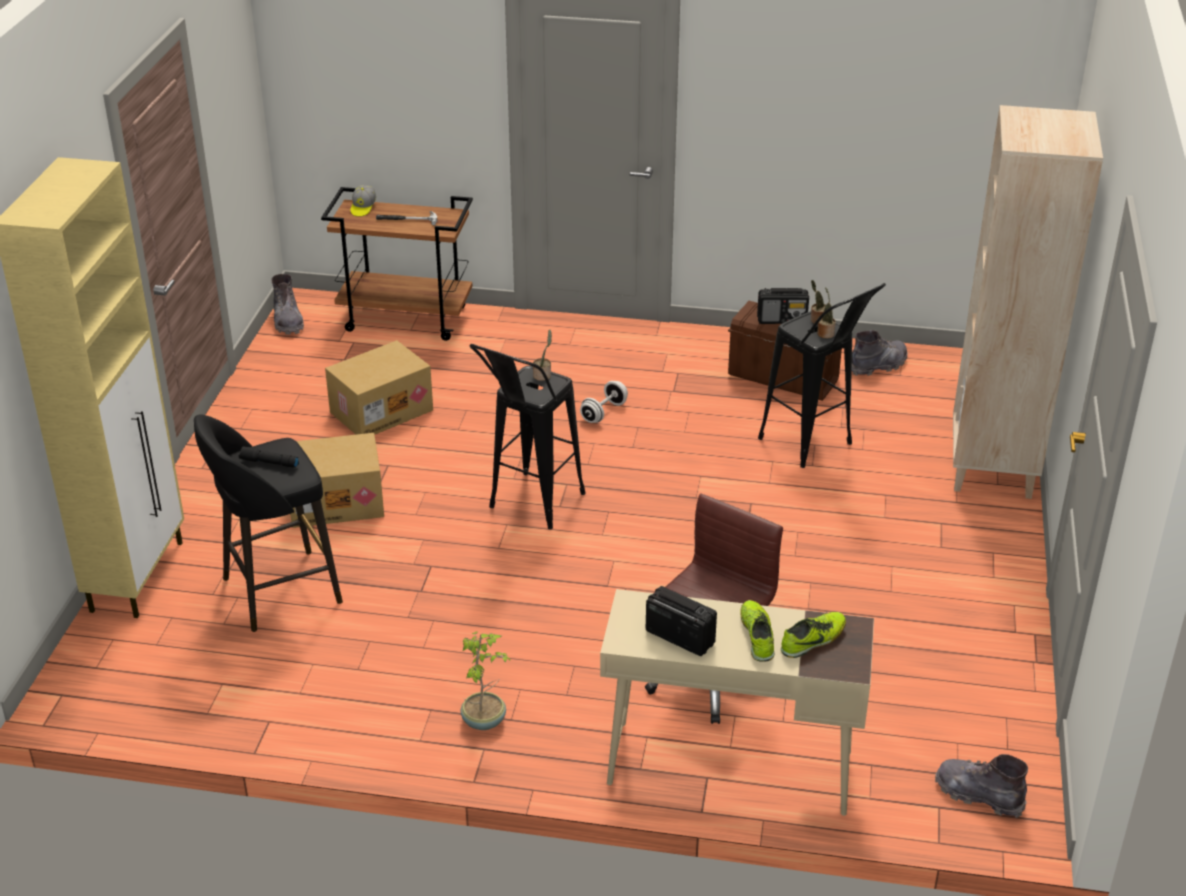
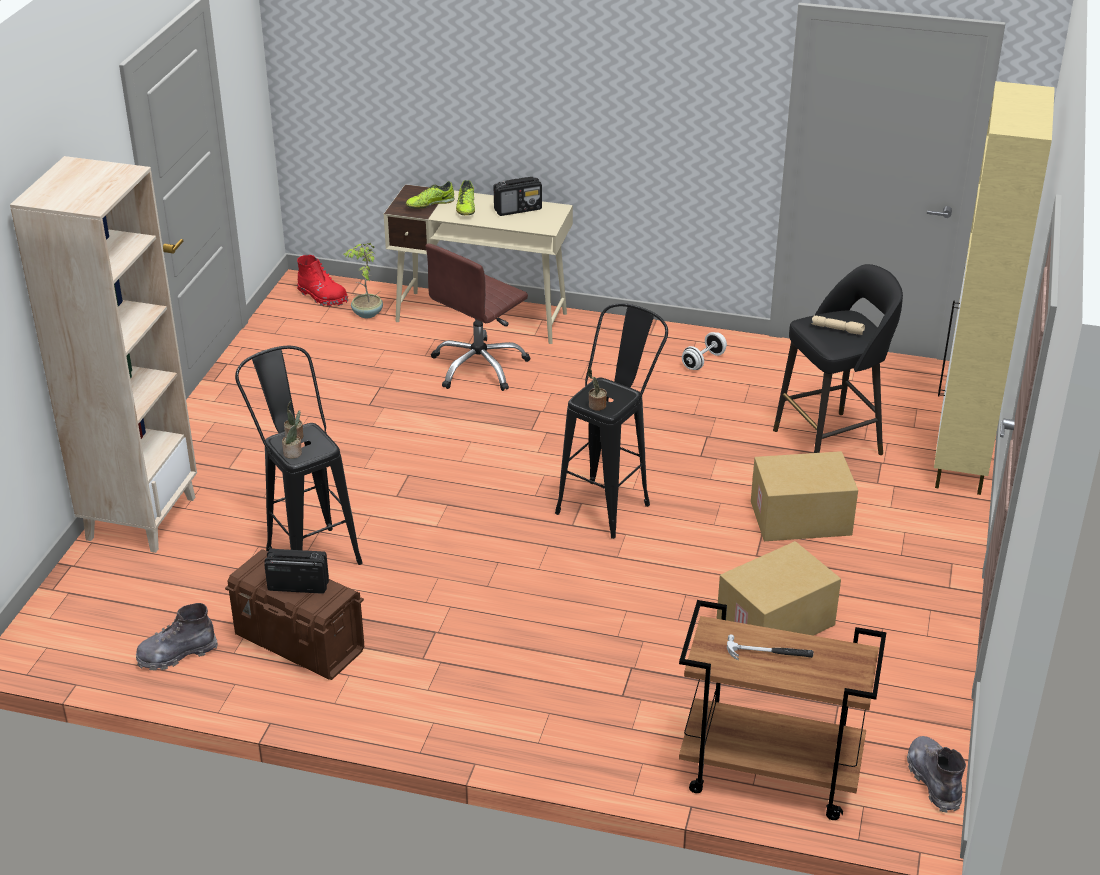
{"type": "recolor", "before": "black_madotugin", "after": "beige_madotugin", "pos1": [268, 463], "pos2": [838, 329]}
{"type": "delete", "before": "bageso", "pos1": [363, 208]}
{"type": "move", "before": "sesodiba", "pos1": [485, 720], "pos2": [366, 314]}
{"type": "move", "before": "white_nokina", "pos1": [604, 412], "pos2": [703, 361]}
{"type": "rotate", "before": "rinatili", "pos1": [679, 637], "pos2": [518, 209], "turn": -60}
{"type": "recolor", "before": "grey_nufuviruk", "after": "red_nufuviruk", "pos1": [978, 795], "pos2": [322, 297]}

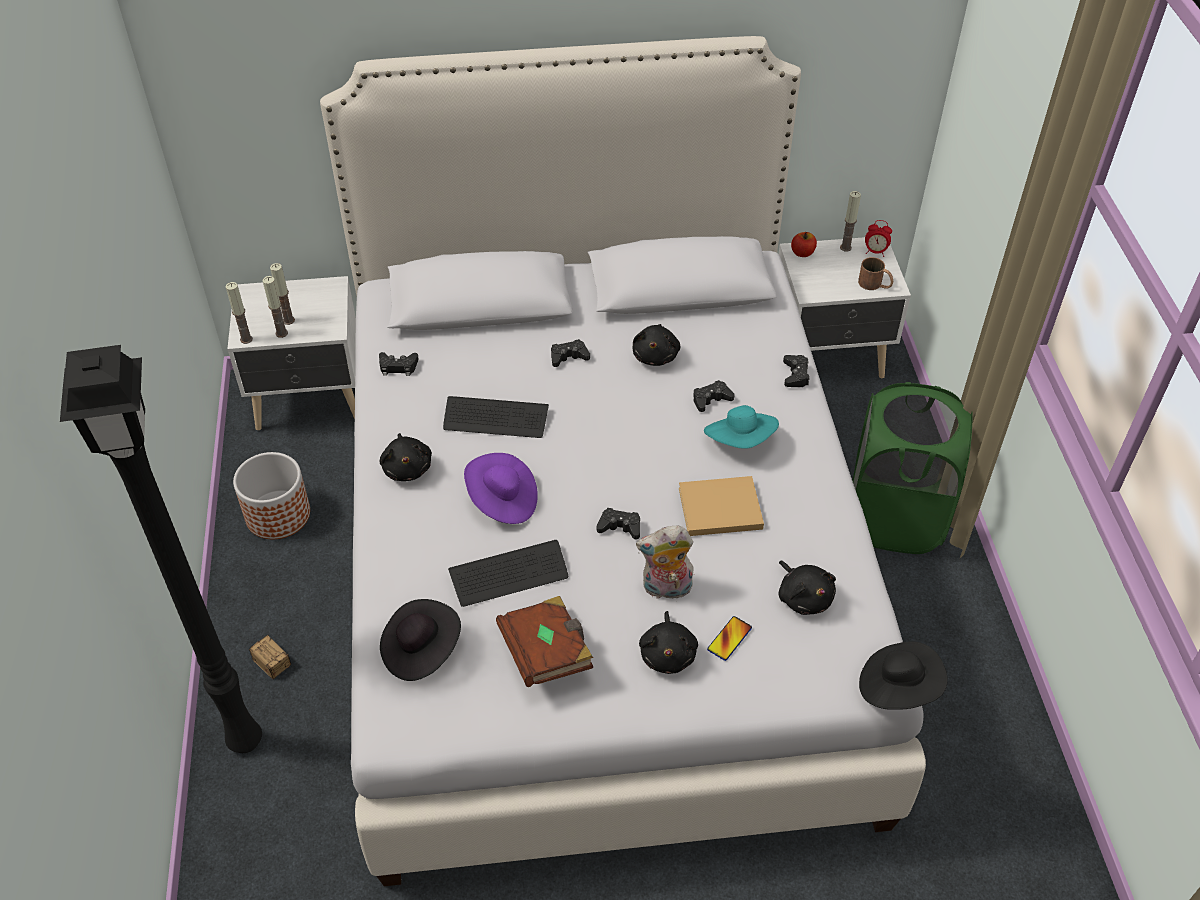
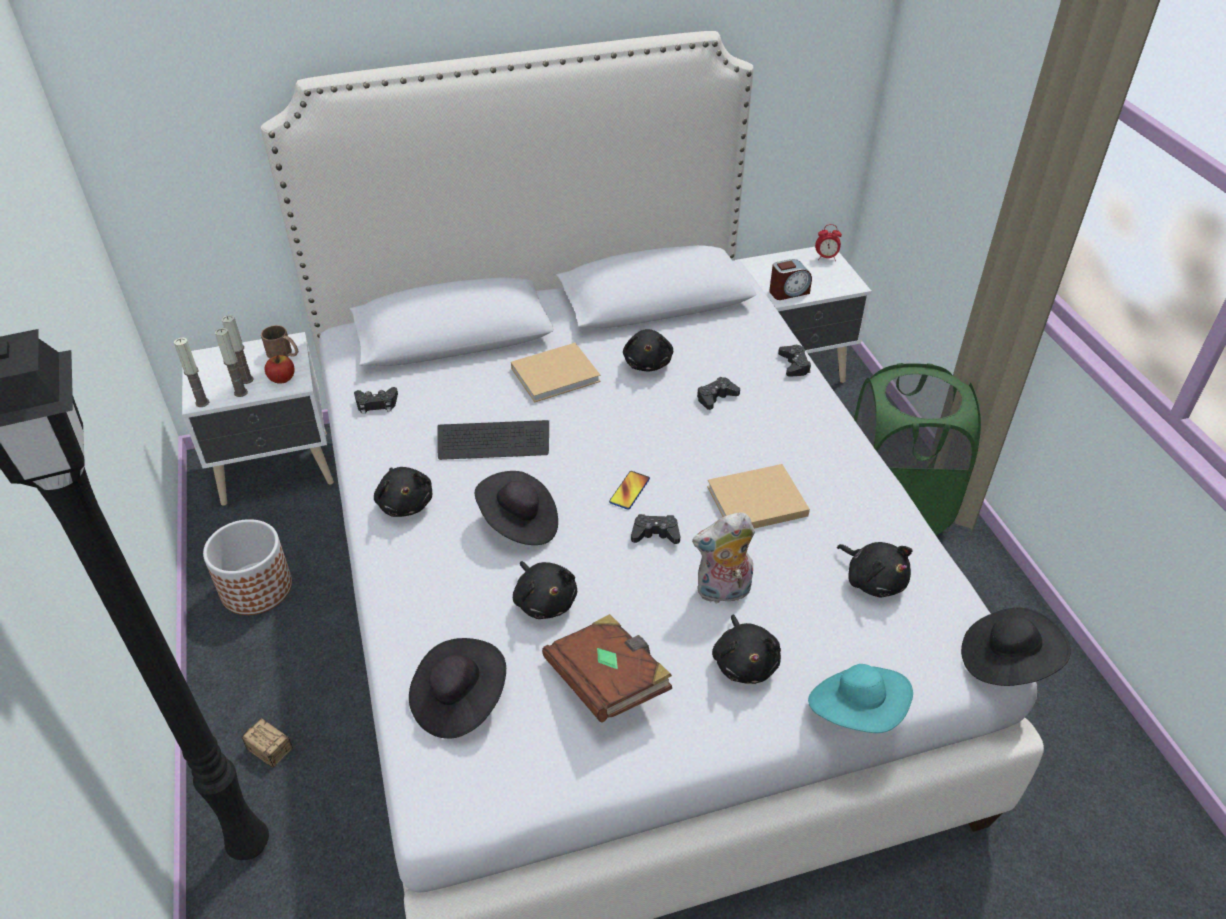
{"type": "replace", "before": "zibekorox", "after": "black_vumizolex", "pos1": [509, 575], "pos2": [545, 600]}
{"type": "recolor", "before": "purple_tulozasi", "after": "black_tulozasi", "pos1": [502, 501], "pos2": [519, 523]}
{"type": "replace", "before": "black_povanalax", "after": "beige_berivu", "pos1": [568, 357], "pos2": [558, 374]}
{"type": "move", "before": "turquoise_tulozasi", "pos1": [740, 441], "pos2": [857, 711]}
{"type": "move", "before": "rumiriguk", "pos1": [729, 639], "pos2": [629, 491]}
{"type": "move", "before": "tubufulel", "pos1": [802, 253], "pos2": [282, 379]}
{"type": "delete", "before": "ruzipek", "pos1": [845, 247]}
{"type": "move", "before": "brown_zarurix", "pos1": [875, 284], "pos2": [284, 354]}
{"type": "insert", "after": "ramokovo", "pos2": [788, 292]}

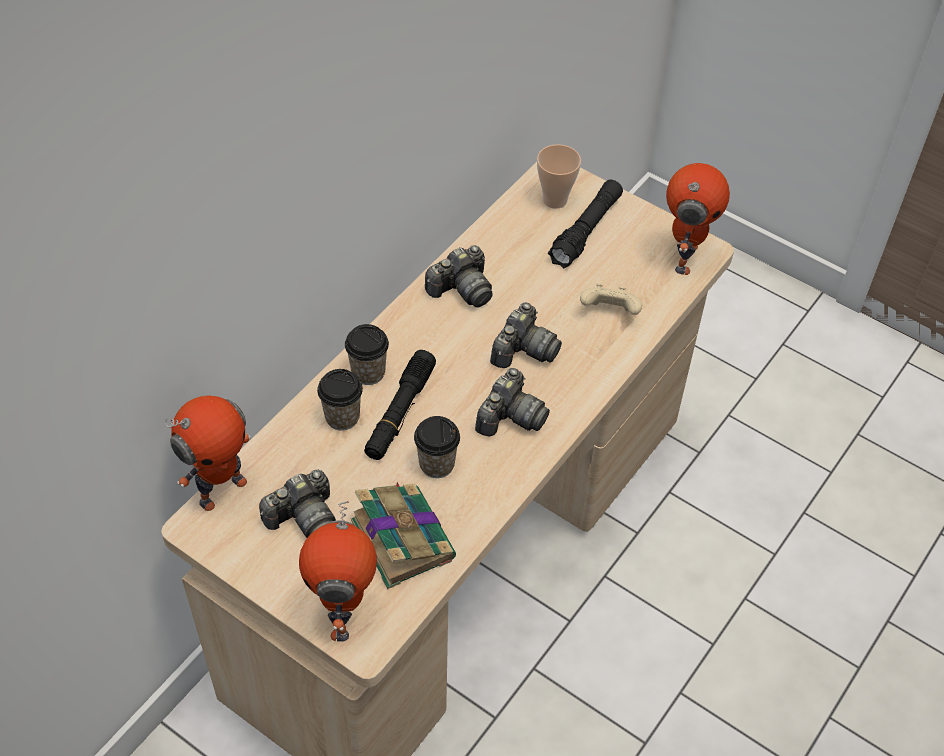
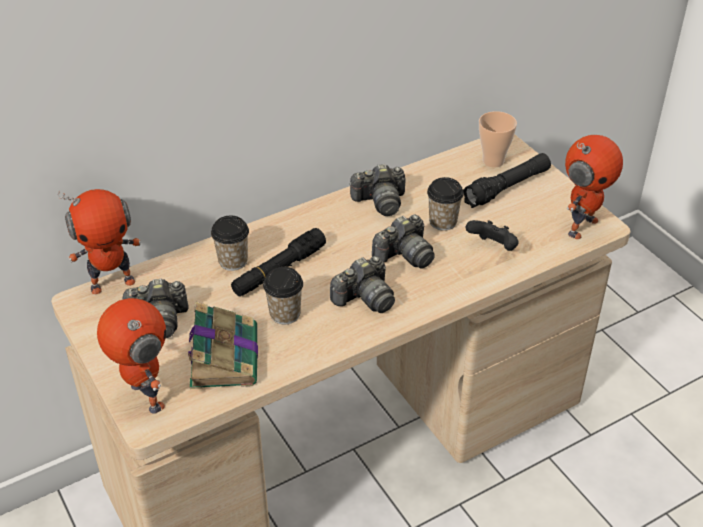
{"type": "rotate", "before": "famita", "pos1": [344, 616], "pos2": [144, 397], "turn": 120}
{"type": "move", "before": "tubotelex", "pos1": [368, 372], "pos2": [443, 222]}
{"type": "recolor", "before": "beige_povanalax", "after": "black_povanalax", "pos1": [609, 312], "pos2": [493, 248]}

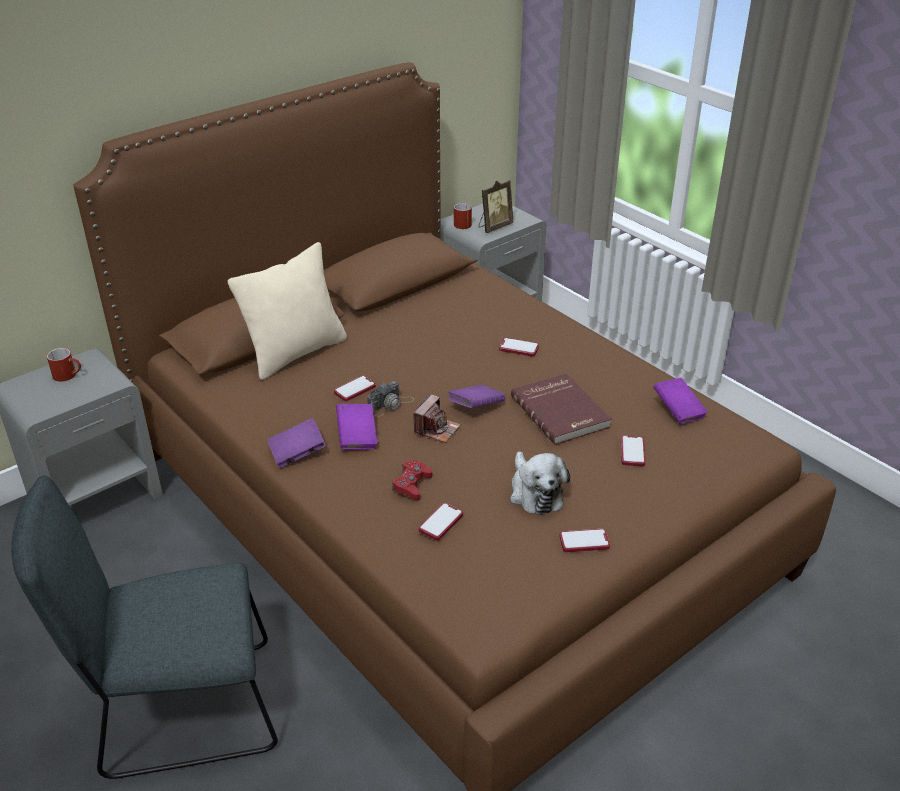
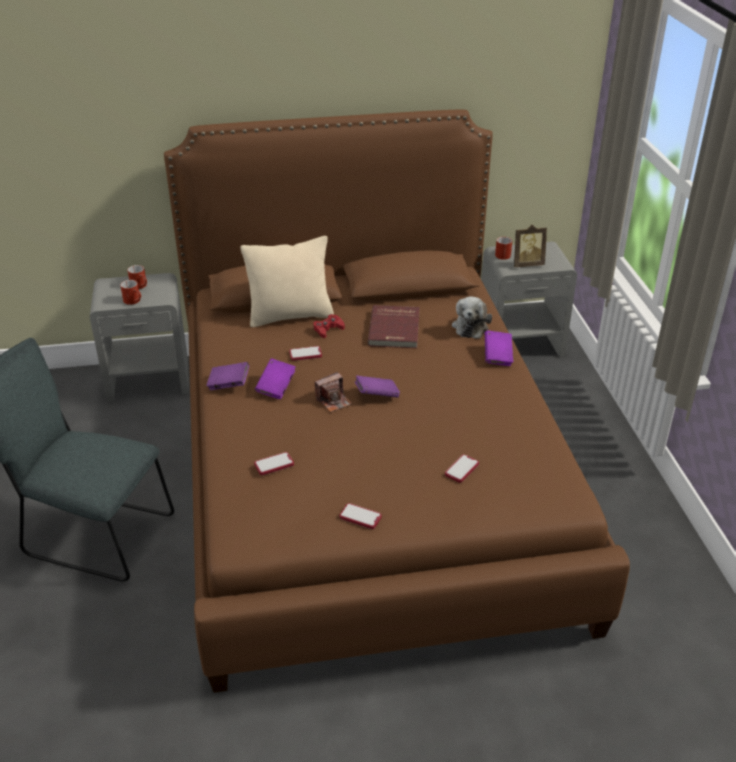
{"type": "delete", "before": "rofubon", "pos1": [390, 404]}
{"type": "move", "before": "red_povanalax", "pos1": [412, 484], "pos2": [328, 329]}
{"type": "delete", "before": "rumiriguk", "pos1": [519, 348]}
{"type": "move", "before": "vumizolex", "pos1": [535, 492], "pos2": [470, 326]}
{"type": "move", "before": "red_berivu", "pos1": [561, 411], "pos2": [395, 329]}
{"type": "move", "before": "purple_berivu", "pos1": [678, 411], "pos2": [497, 356]}
{"type": "insert", "after": "red_zarurix", "pos2": [134, 301]}

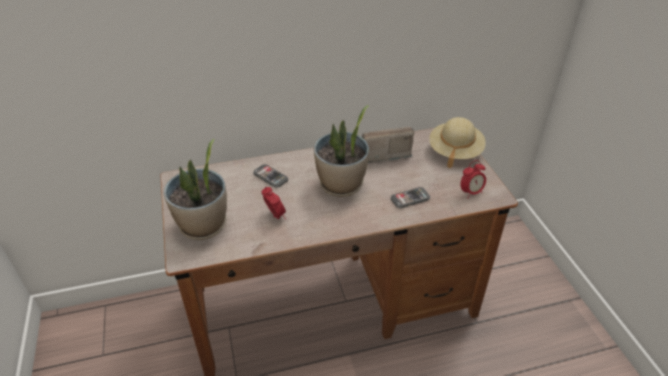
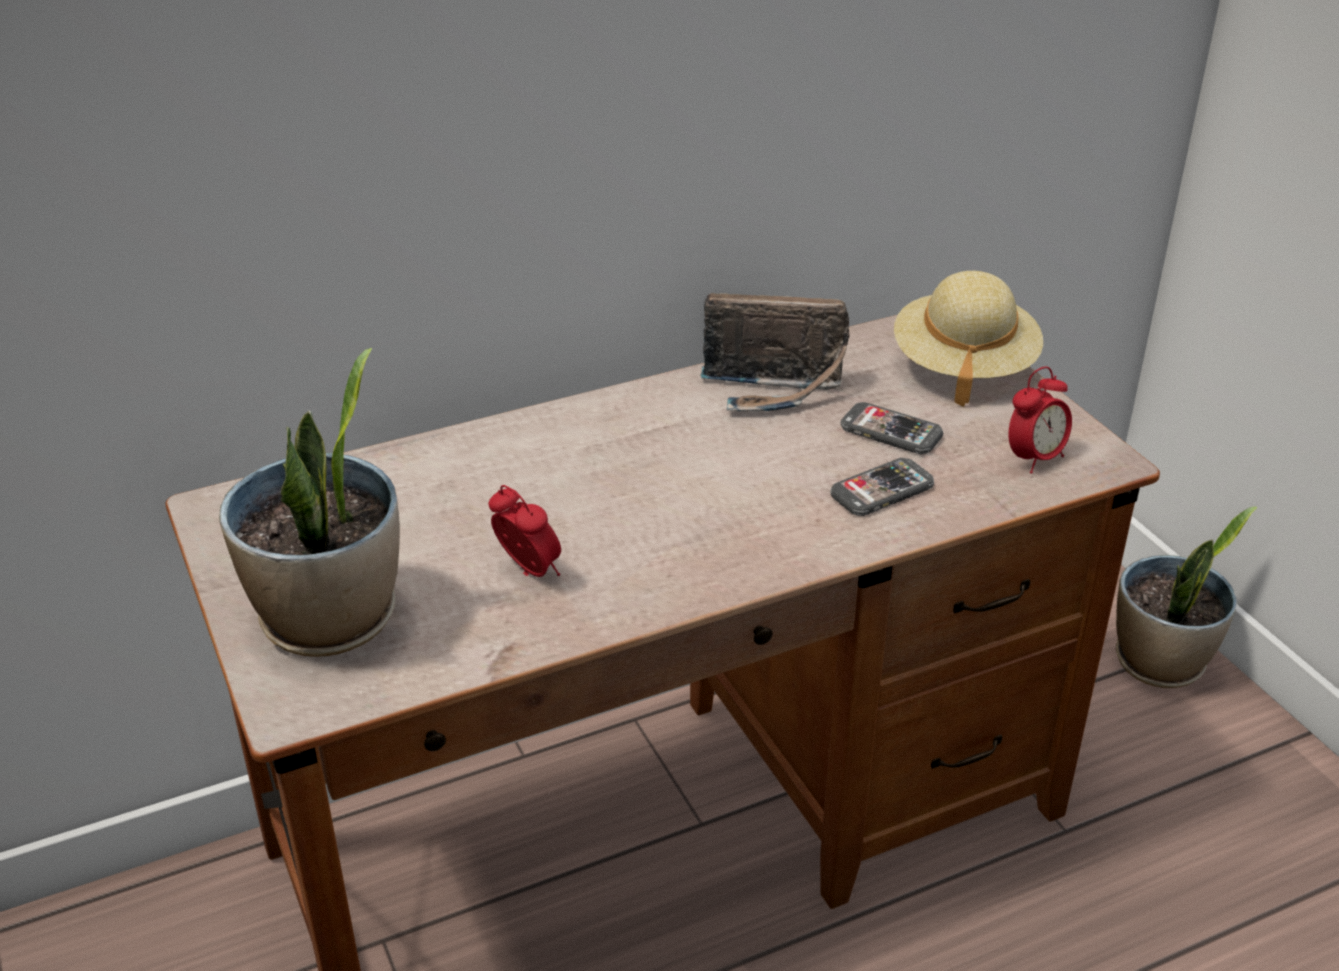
{"type": "move", "before": "rumiriguk", "pos1": [270, 177], "pos2": [891, 431]}
{"type": "move", "before": "sesodiba", "pos1": [341, 185], "pos2": [1160, 663]}
{"type": "rotate", "before": "rinatili", "pos1": [382, 154], "pos2": [774, 391], "turn": -150}

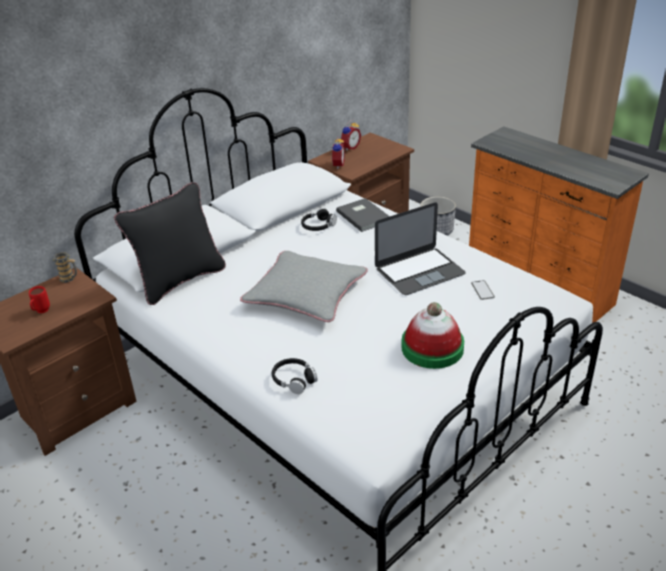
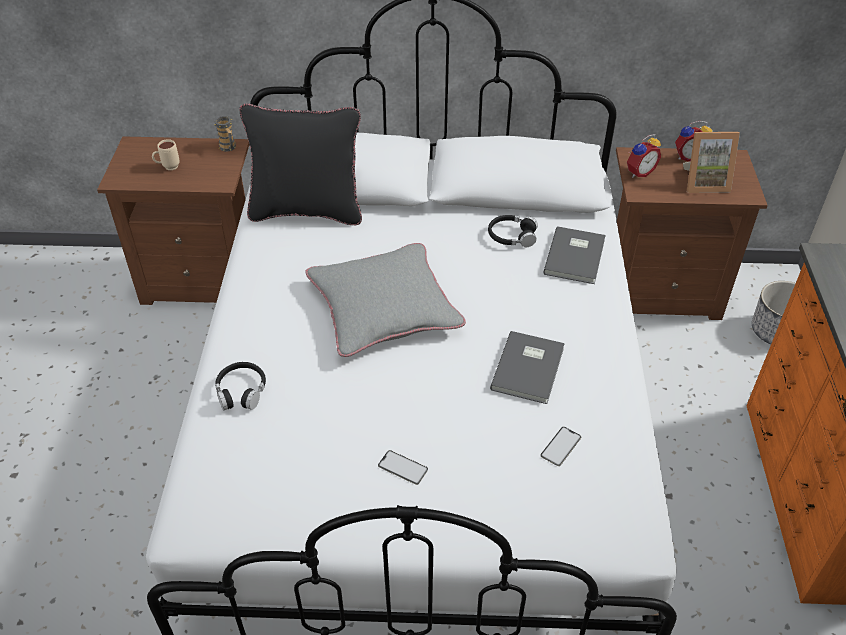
{"type": "recolor", "before": "red_zarurix", "after": "beige_zarurix", "pos1": [41, 312], "pos2": [168, 167]}
{"type": "replace", "before": "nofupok", "after": "grey_berivu", "pos1": [419, 271], "pos2": [530, 368]}
{"type": "replace", "before": "tulozasi", "after": "rumiriguk", "pos1": [432, 348], "pos2": [403, 467]}
{"type": "insert", "after": "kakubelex", "pos2": [704, 183]}

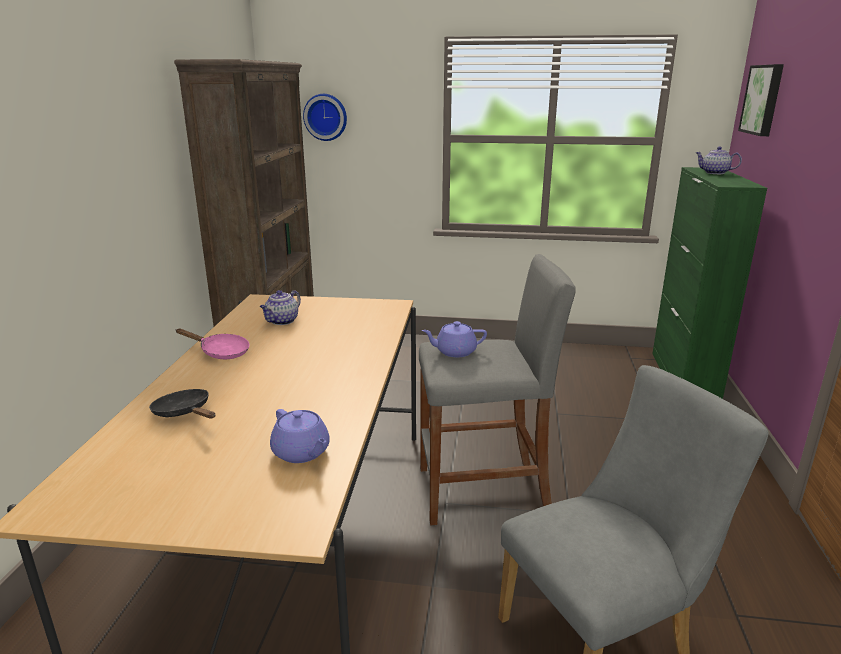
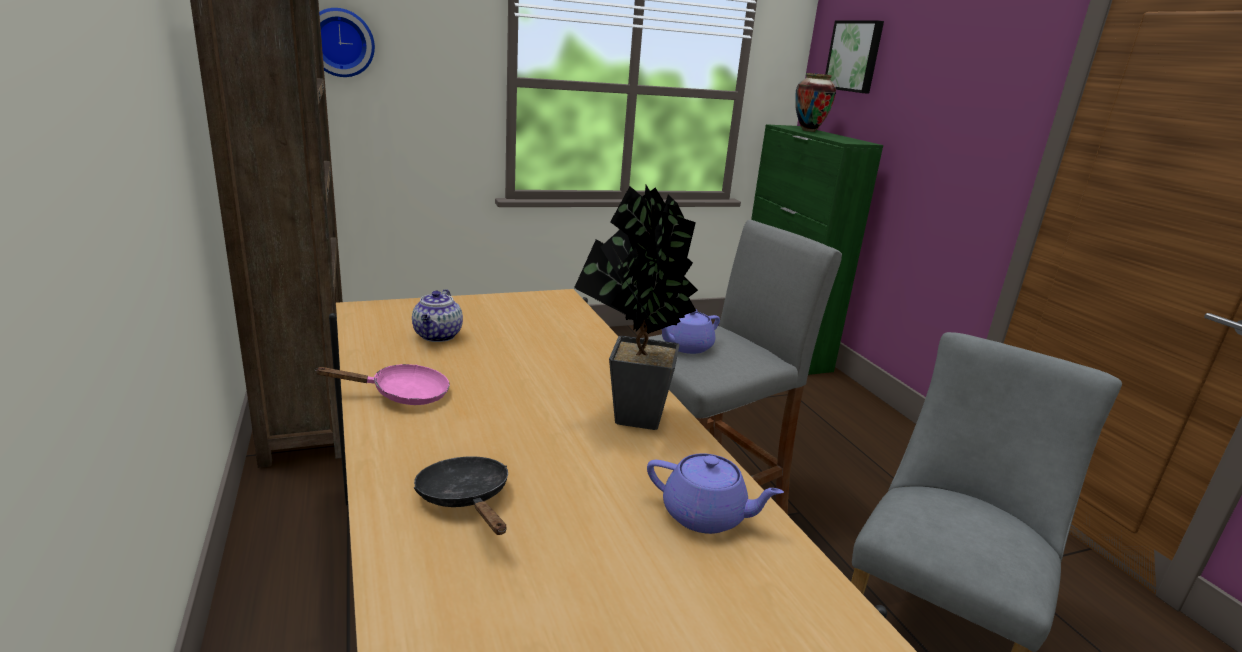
{"type": "rotate", "before": "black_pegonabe", "pos1": [184, 412], "pos2": [466, 499], "turn": 45}
{"type": "replace", "before": "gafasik", "after": "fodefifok", "pos1": [714, 173], "pos2": [808, 130]}
{"type": "insert", "after": "sesodiba", "pos2": [632, 419]}

